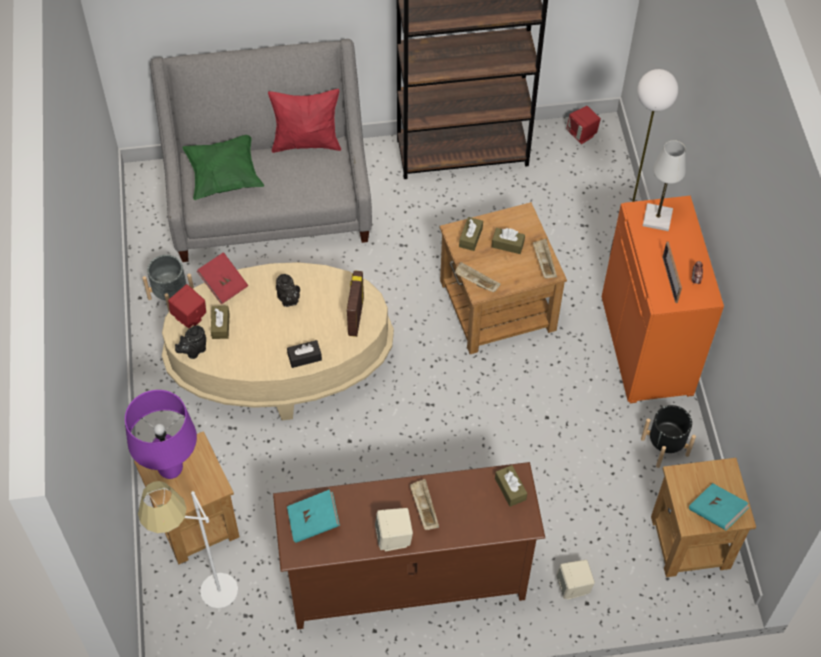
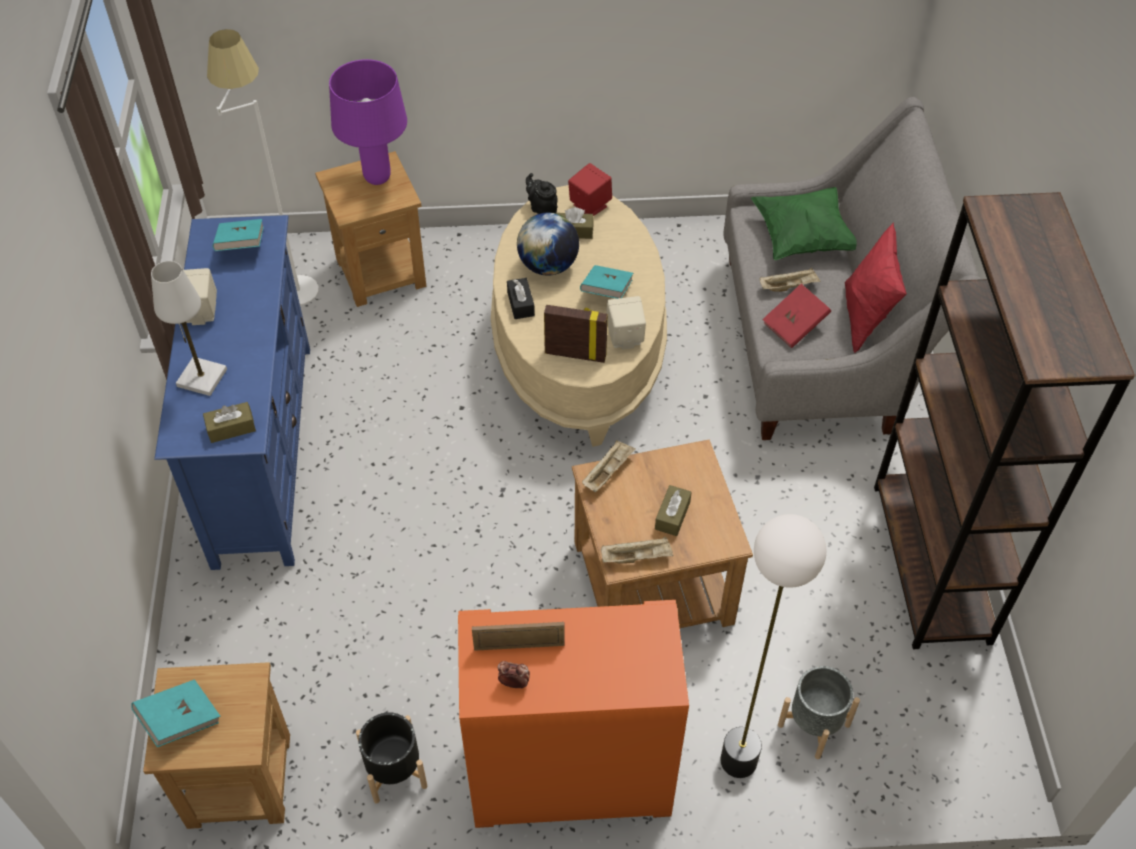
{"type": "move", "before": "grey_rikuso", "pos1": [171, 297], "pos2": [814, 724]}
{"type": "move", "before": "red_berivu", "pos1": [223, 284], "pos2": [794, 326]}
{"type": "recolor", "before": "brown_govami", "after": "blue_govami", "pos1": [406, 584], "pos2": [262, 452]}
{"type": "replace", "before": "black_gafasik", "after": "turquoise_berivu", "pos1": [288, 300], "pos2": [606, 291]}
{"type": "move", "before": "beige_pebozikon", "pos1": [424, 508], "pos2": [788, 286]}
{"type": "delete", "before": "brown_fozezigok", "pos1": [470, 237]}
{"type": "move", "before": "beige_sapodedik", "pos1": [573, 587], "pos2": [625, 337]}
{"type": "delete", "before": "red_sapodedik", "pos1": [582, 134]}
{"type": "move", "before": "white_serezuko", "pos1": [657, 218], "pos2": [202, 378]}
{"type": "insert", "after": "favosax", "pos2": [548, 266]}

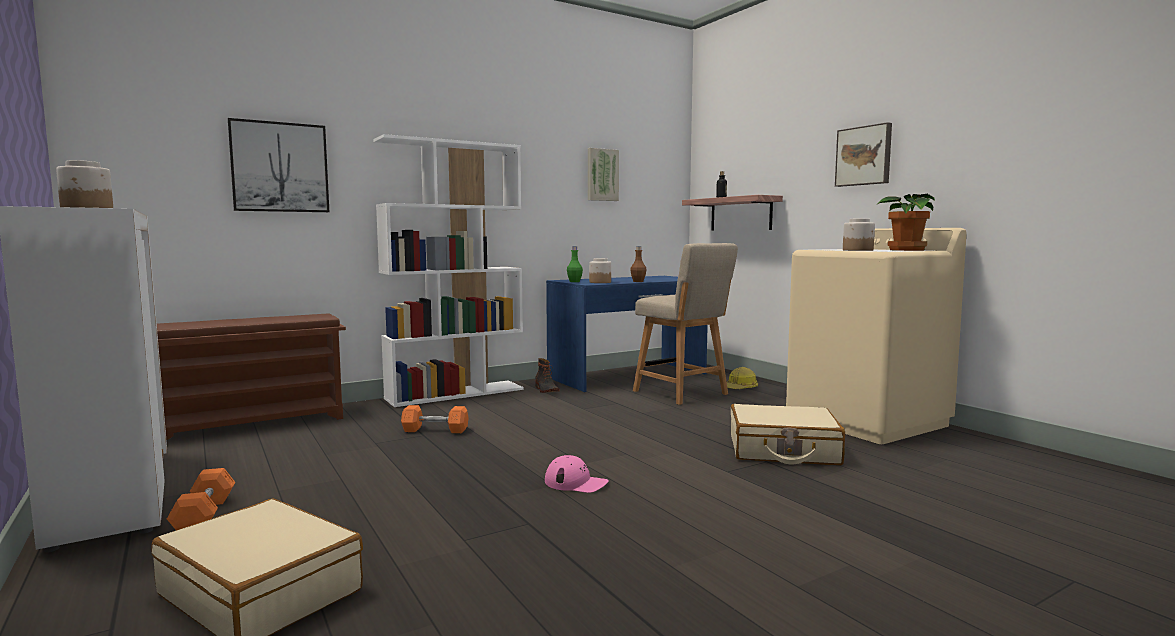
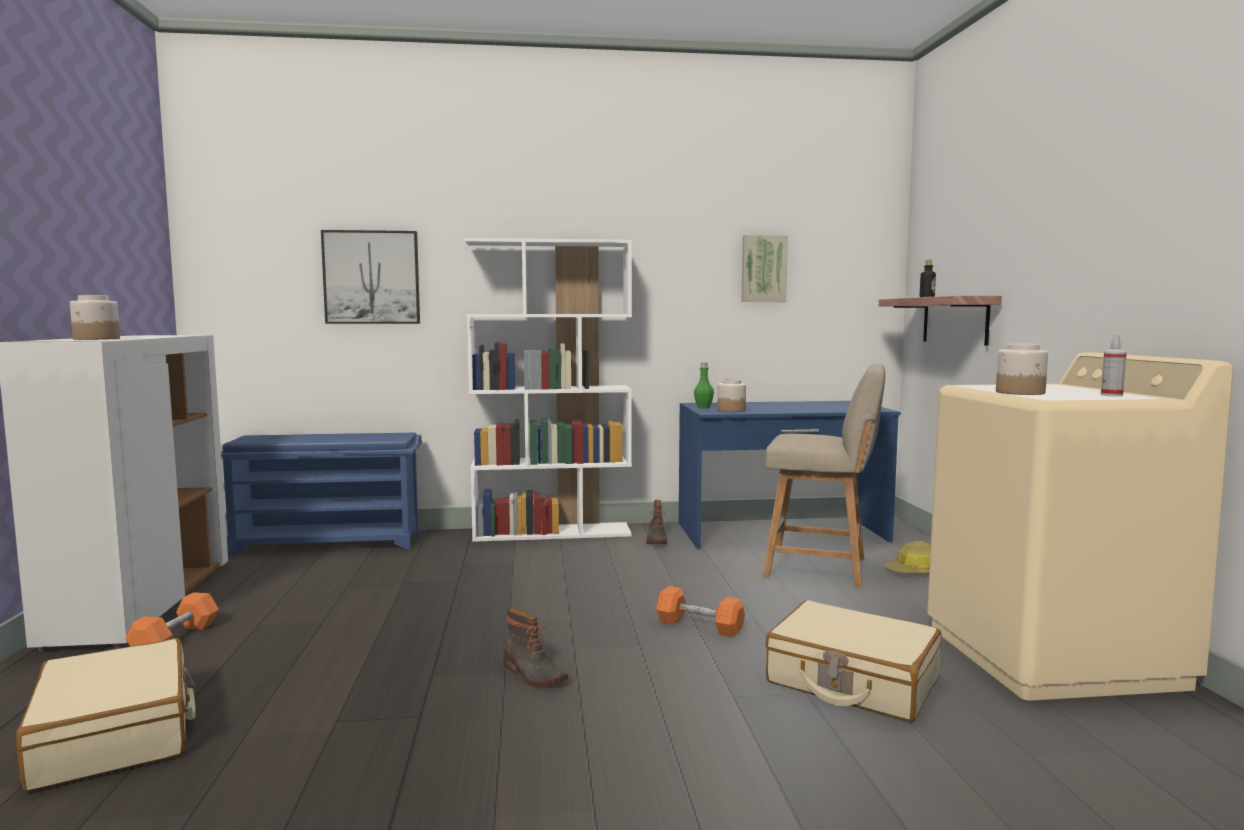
{"type": "recolor", "before": "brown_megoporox", "after": "blue_megoporox", "pos1": [253, 423], "pos2": [330, 542]}
{"type": "move", "before": "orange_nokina", "pos1": [435, 430], "pos2": [699, 626]}
{"type": "replace", "before": "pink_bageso", "after": "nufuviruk", "pos1": [576, 483], "pos2": [533, 674]}
{"type": "delete", "before": "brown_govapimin", "pos1": [638, 281]}
{"type": "rotate", "before": "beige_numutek", "pos1": [683, 393], "pos2": [822, 568], "turn": -60}
{"type": "delete", "before": "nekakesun", "pos1": [864, 156]}
{"type": "replace", "before": "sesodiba", "after": "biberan", "pos1": [906, 250], "pos2": [1111, 395]}

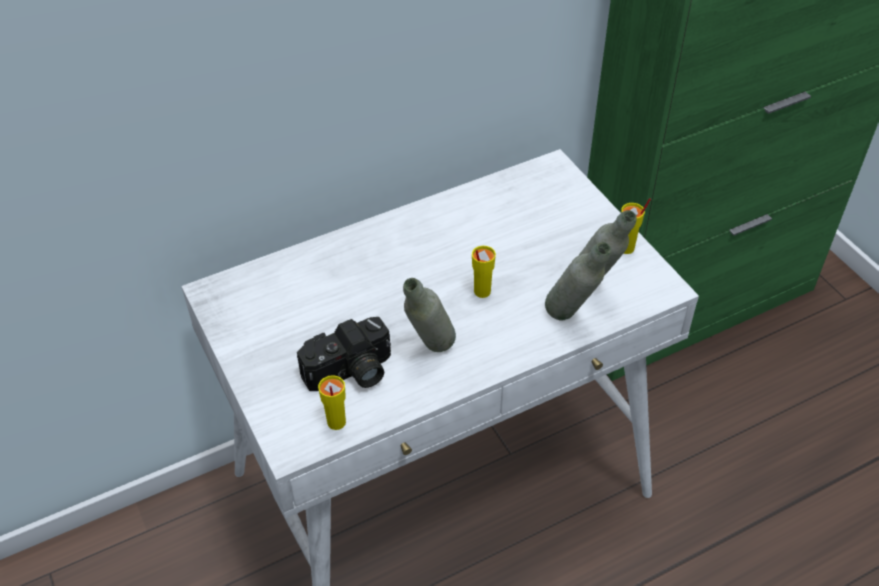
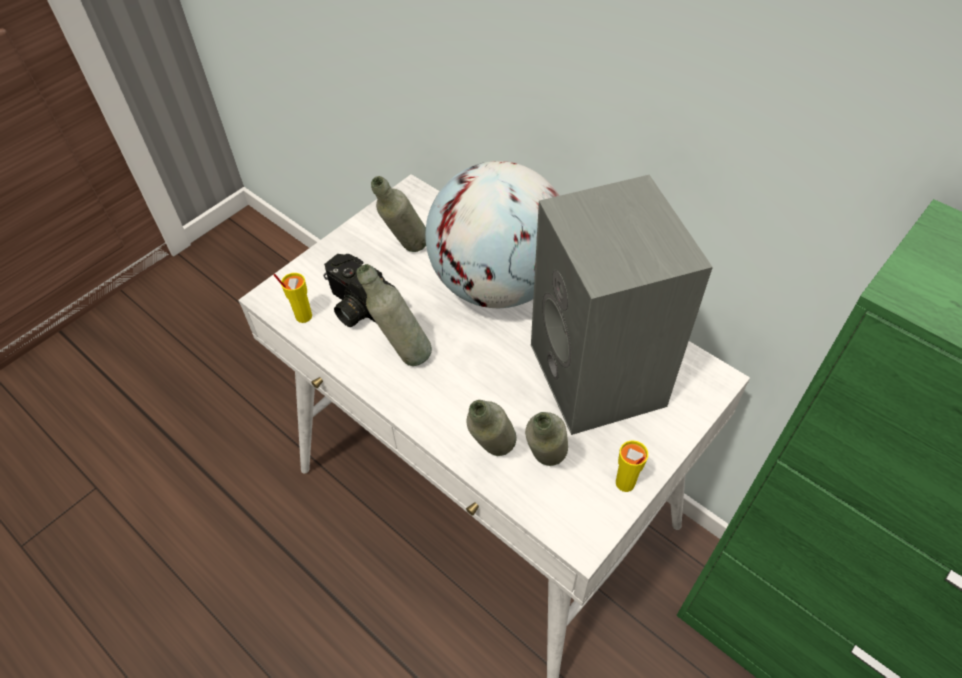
{"type": "delete", "before": "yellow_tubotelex", "pos1": [481, 291]}
{"type": "insert", "after": "grey_govapimin", "pos2": [406, 252]}
{"type": "insert", "after": "favosax", "pos2": [498, 284]}
{"type": "insert", "after": "grey_sapodedik", "pos2": [601, 376]}

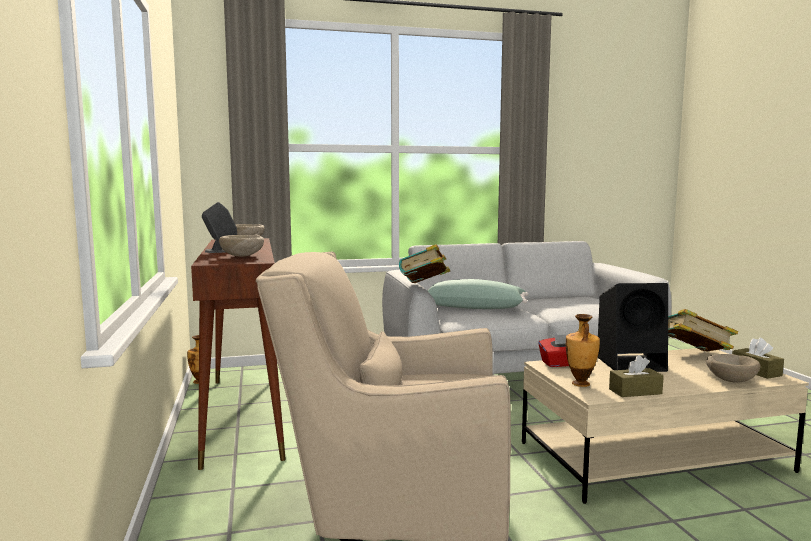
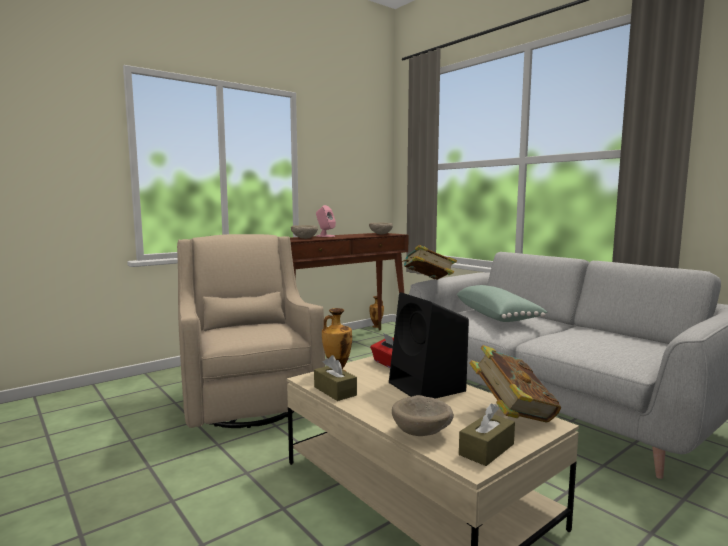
{"type": "recolor", "before": "grey_sapodedik", "after": "pink_sapodedik", "pos1": [221, 251], "pos2": [325, 236]}

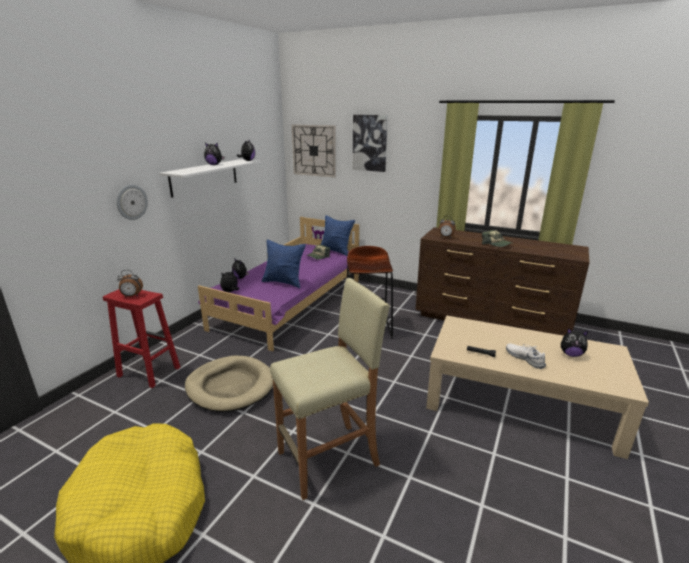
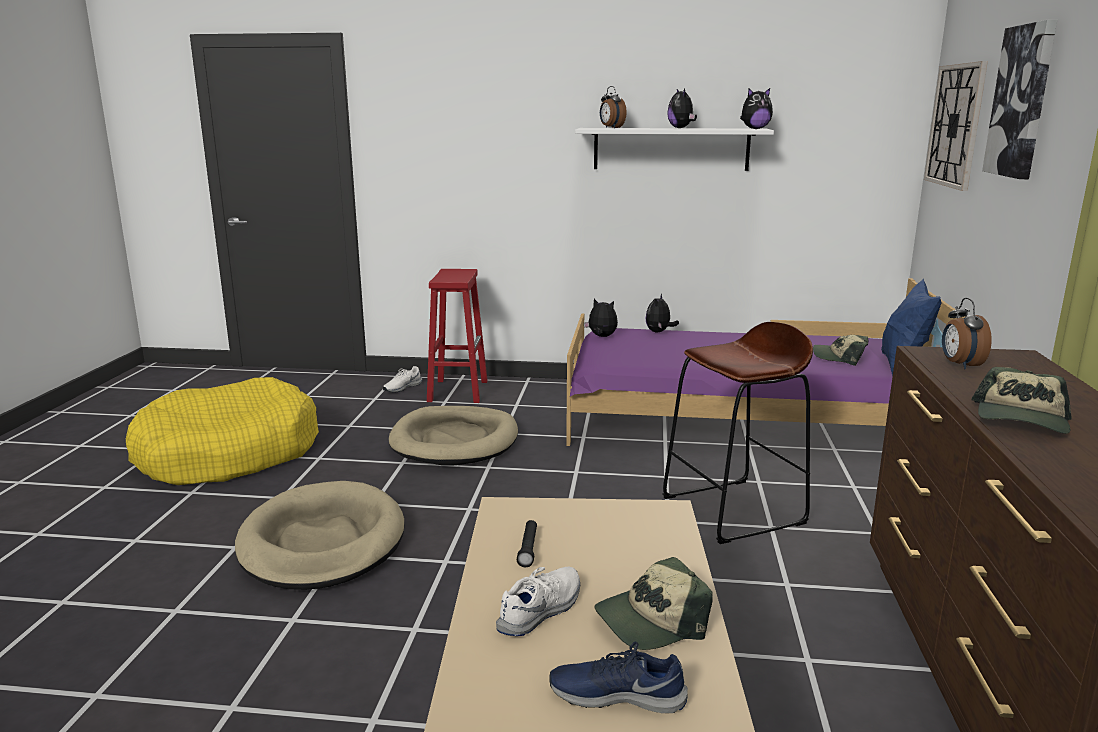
{"type": "delete", "before": "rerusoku", "pos1": [131, 202]}
{"type": "move", "before": "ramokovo", "pos1": [132, 296], "pos2": [611, 128]}
{"type": "delete", "before": "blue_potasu", "pos1": [284, 282]}
{"type": "replace", "before": "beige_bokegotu", "after": "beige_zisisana", "pos1": [329, 458], "pos2": [322, 542]}
{"type": "replace", "before": "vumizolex", "after": "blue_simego", "pos1": [571, 354], "pos2": [617, 694]}
{"type": "insert", "after": "white_simego", "pos2": [402, 387]}
{"type": "insert", "after": "bageso", "pos2": [651, 621]}

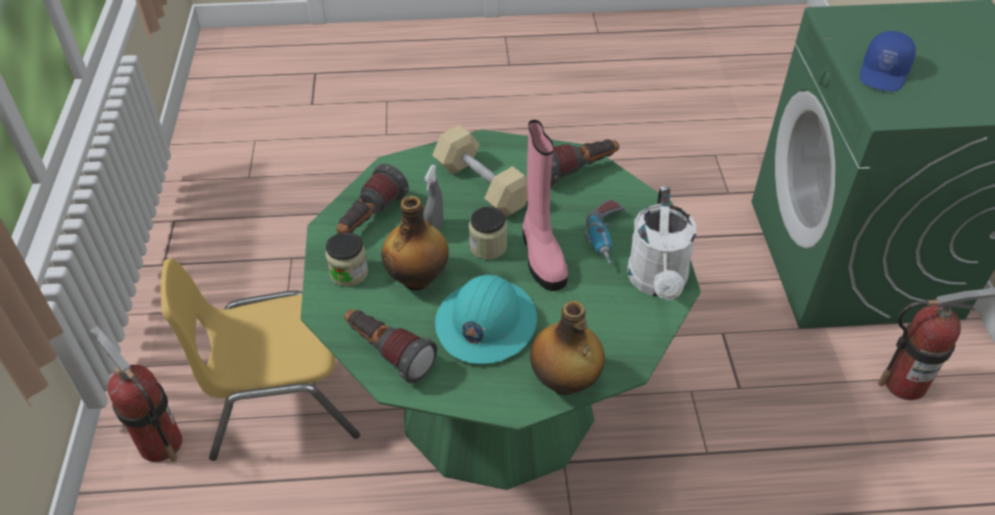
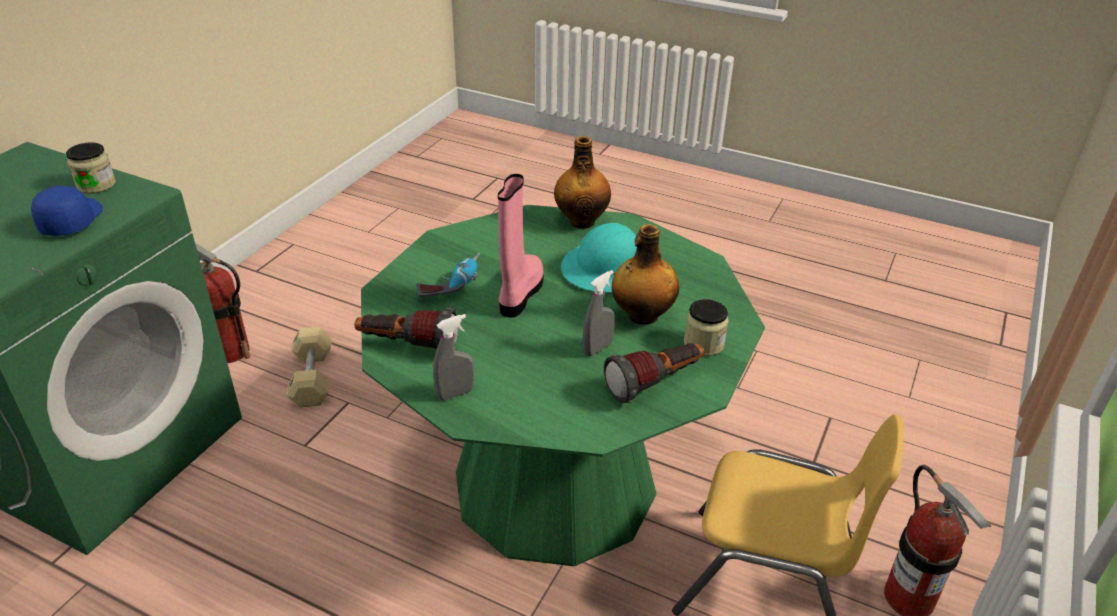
{"type": "delete", "before": "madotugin", "pos1": [388, 354]}
{"type": "move", "before": "beige_nokina", "pos1": [482, 185], "pos2": [312, 378]}
{"type": "move", "before": "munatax", "pos1": [488, 246], "pos2": [96, 185]}
{"type": "delete", "before": "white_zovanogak", "pos1": [658, 283]}
{"type": "rotate", "before": "blue_bageso", "pos1": [884, 73], "pos2": [71, 220], "turn": -60}
{"type": "insert", "after": "grey_biberan", "pos2": [455, 394]}

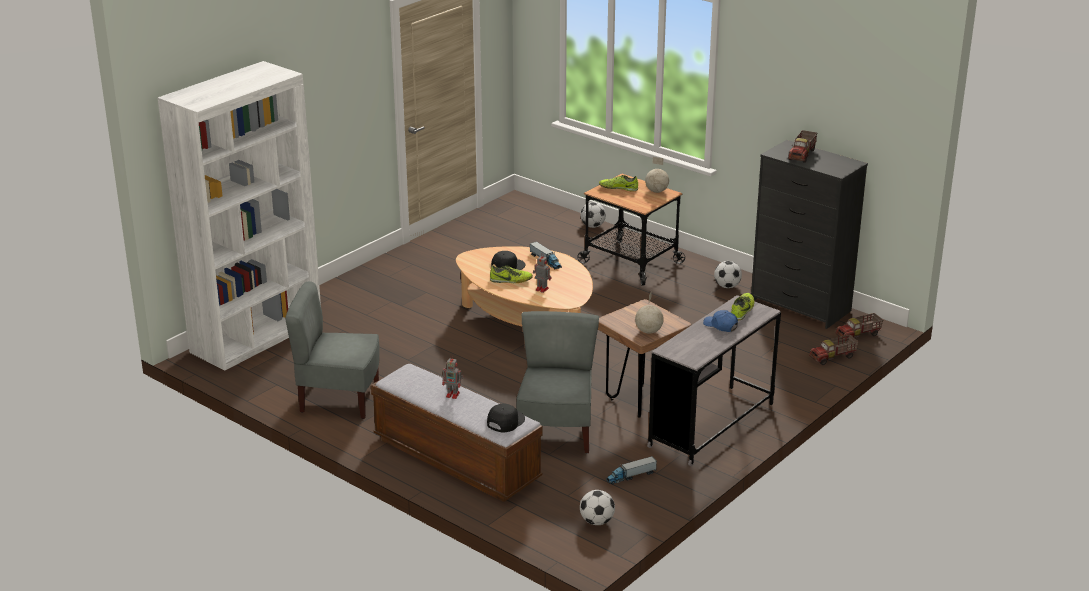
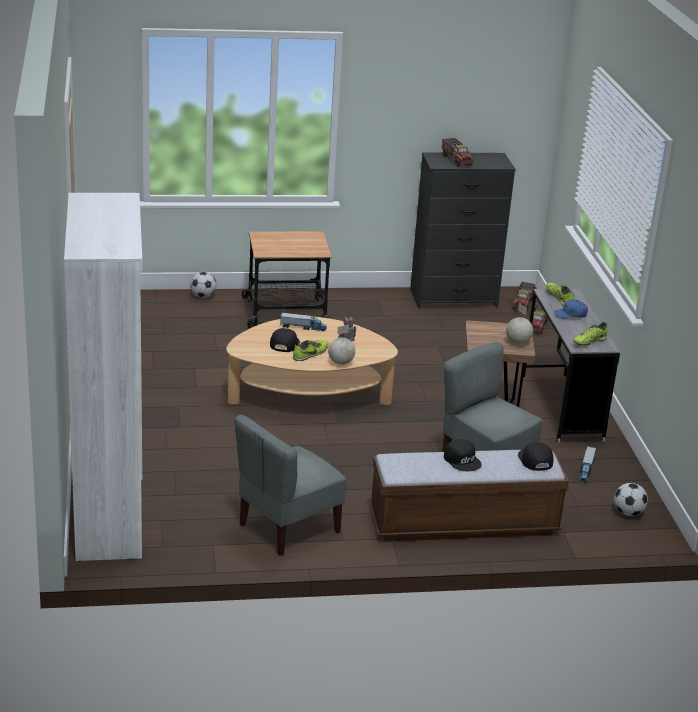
{"type": "replace", "before": "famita", "after": "black_bageso", "pos1": [453, 395], "pos2": [462, 460]}
{"type": "move", "before": "simego", "pos1": [618, 188], "pos2": [589, 341]}
{"type": "move", "before": "favosax", "pos1": [656, 191], "pos2": [340, 363]}
{"type": "delete", "before": "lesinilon", "pos1": [727, 286]}

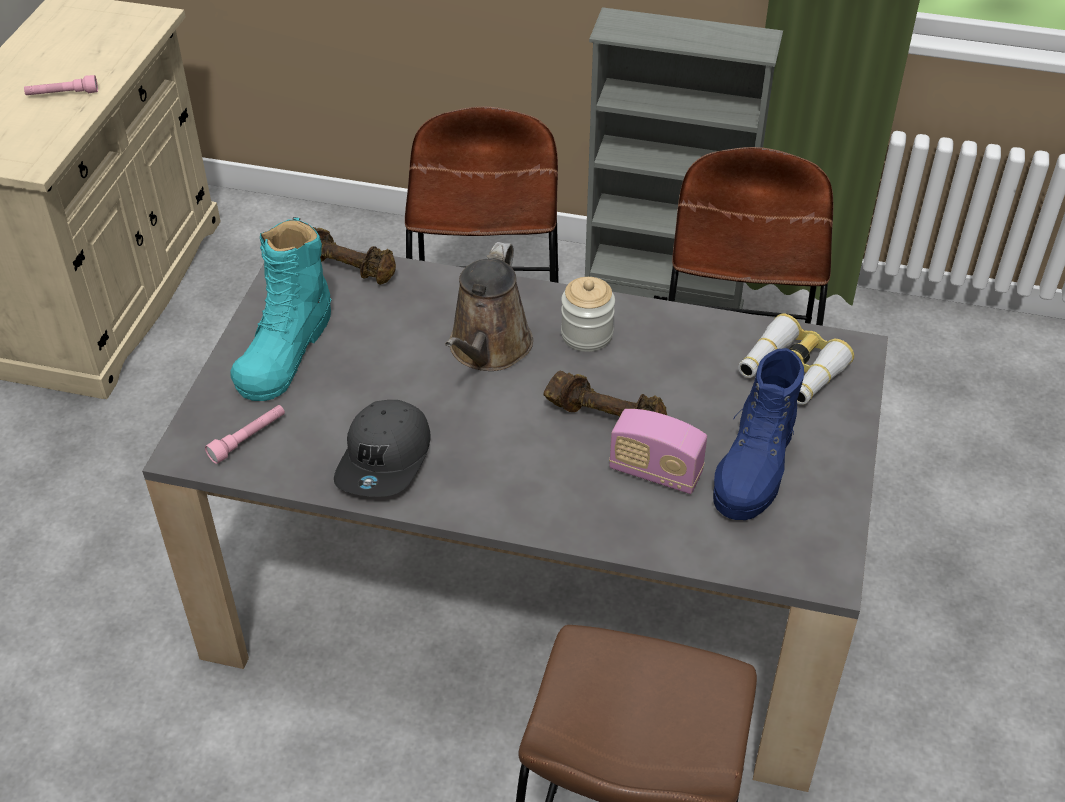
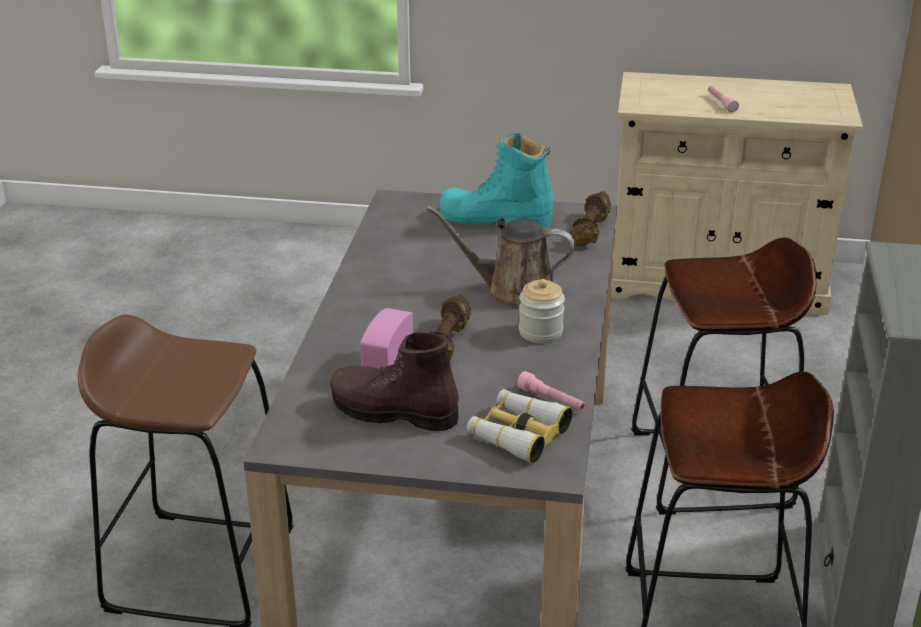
{"type": "move", "before": "pink_madotugin", "pos1": [248, 439], "pos2": [551, 400]}
{"type": "delete", "before": "grey_bageso", "pos1": [386, 460]}
{"type": "recolor", "before": "blue_nufuviruk", "after": "brown_nufuviruk", "pos1": [754, 470], "pos2": [393, 412]}

